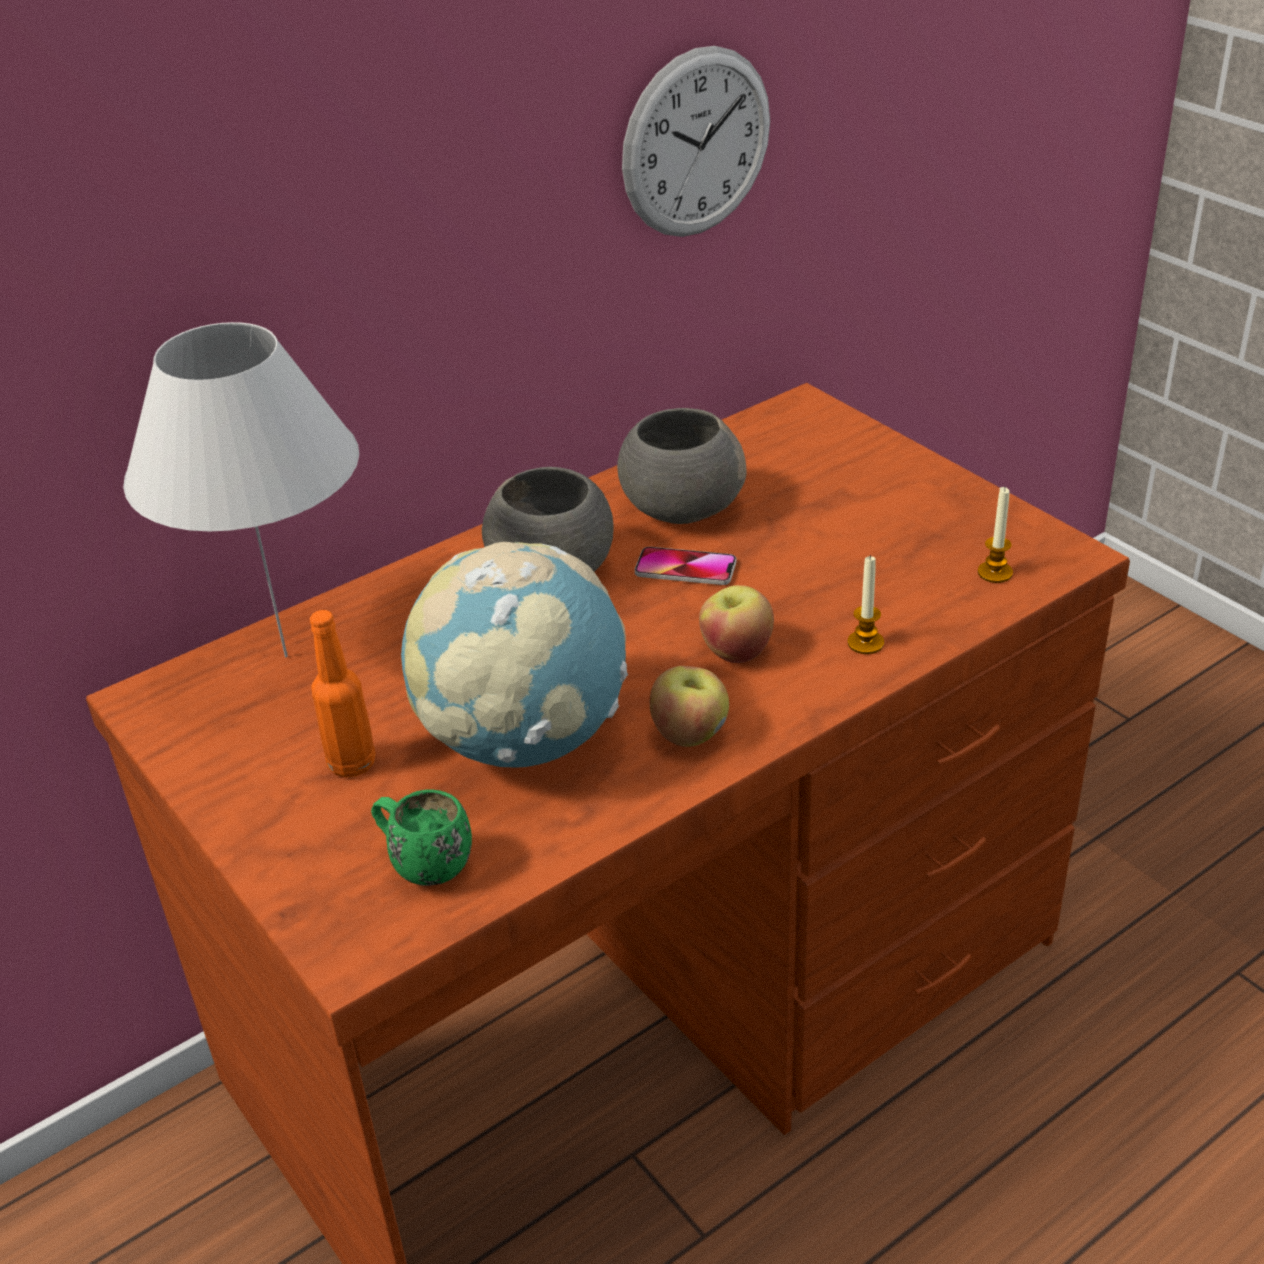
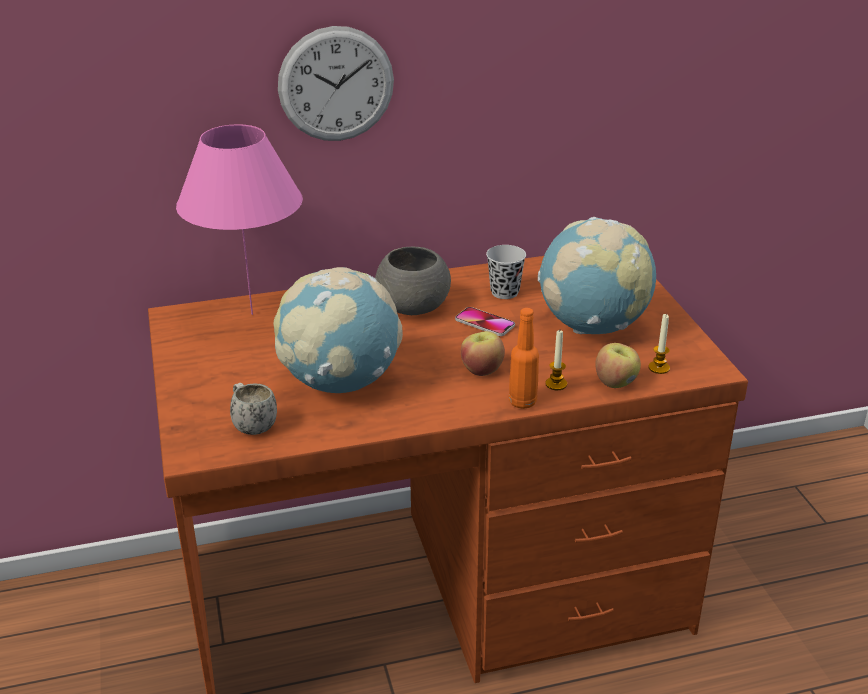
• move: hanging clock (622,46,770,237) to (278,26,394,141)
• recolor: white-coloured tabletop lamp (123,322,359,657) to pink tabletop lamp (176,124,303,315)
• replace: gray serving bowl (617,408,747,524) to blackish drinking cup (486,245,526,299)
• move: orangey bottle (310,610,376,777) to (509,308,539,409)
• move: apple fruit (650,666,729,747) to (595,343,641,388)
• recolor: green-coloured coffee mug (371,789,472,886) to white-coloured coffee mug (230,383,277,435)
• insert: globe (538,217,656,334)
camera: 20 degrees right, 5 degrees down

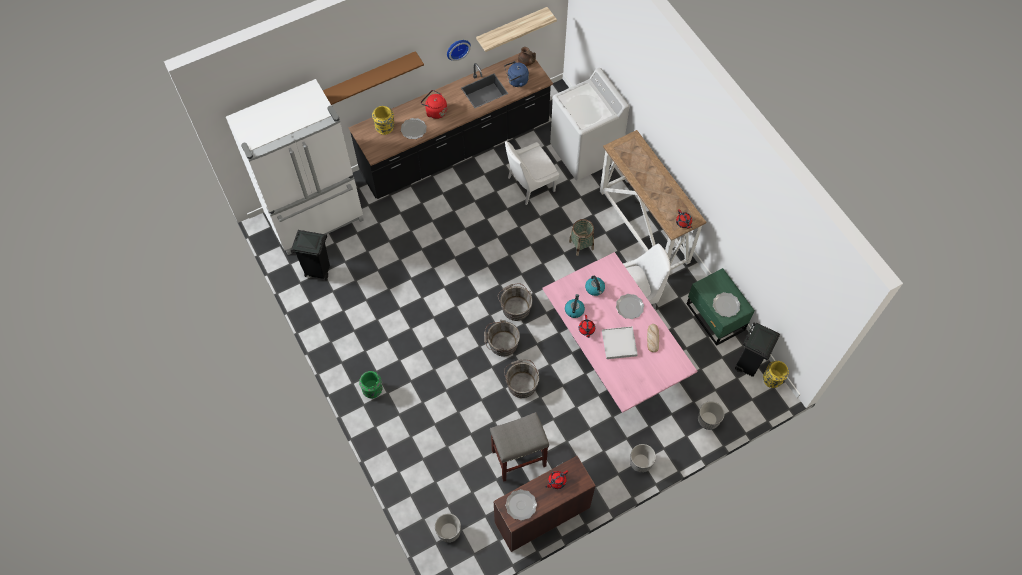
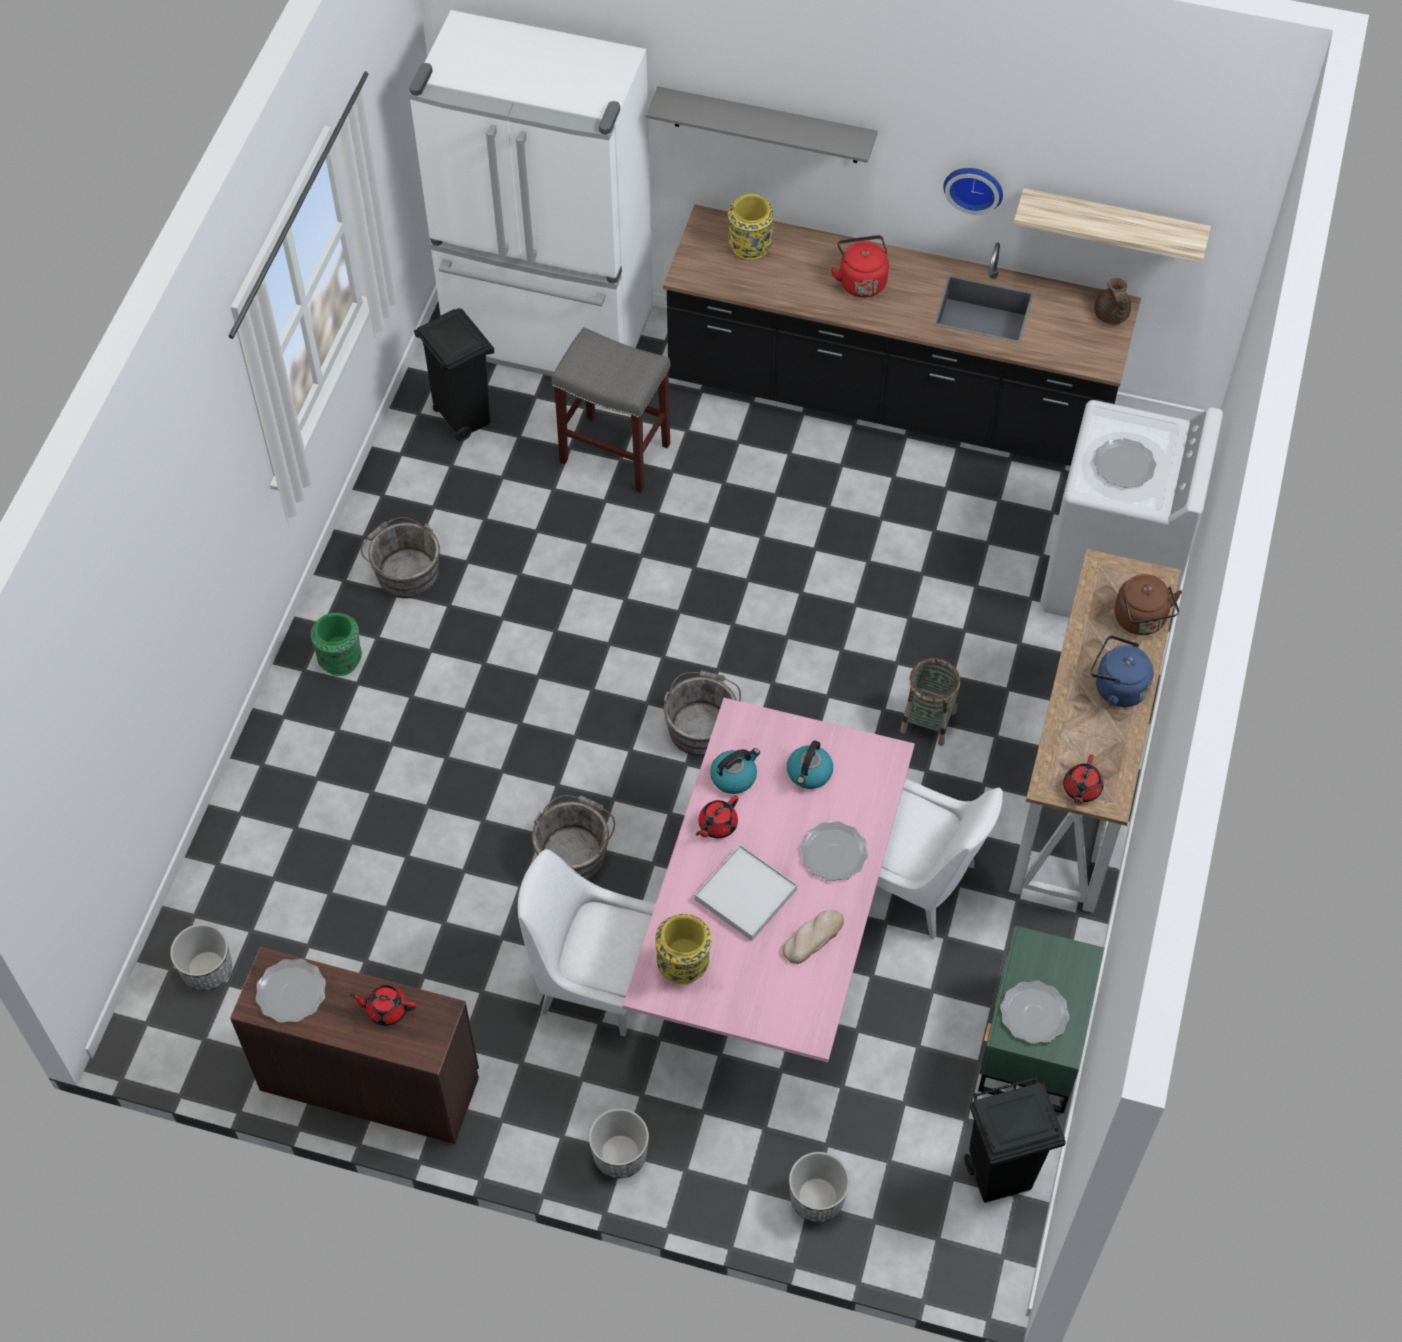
• recolor: brown wall shelf (323,51,424,105) to gray wall shelf (646,86,878,163)
• move: bluish tea kettle (504,61,529,87) to (1090,635,1154,707)
• move: plate (401,118,427,139) to (1093,438,1157,488)
• move: white-coloured plain chair (505,141,559,205) to (518,849,656,1037)
• move: gray pail (484,320,520,356) to (361,517,440,599)
• move: yellow flower vase (763,361,789,388) to (655,914,712,984)
• move: gray stool (490,412,549,482) to (552,327,670,493)
• insert: brown tea kettle (1115,574,1182,635)
camera: 45 degrees right, 5 degrees down

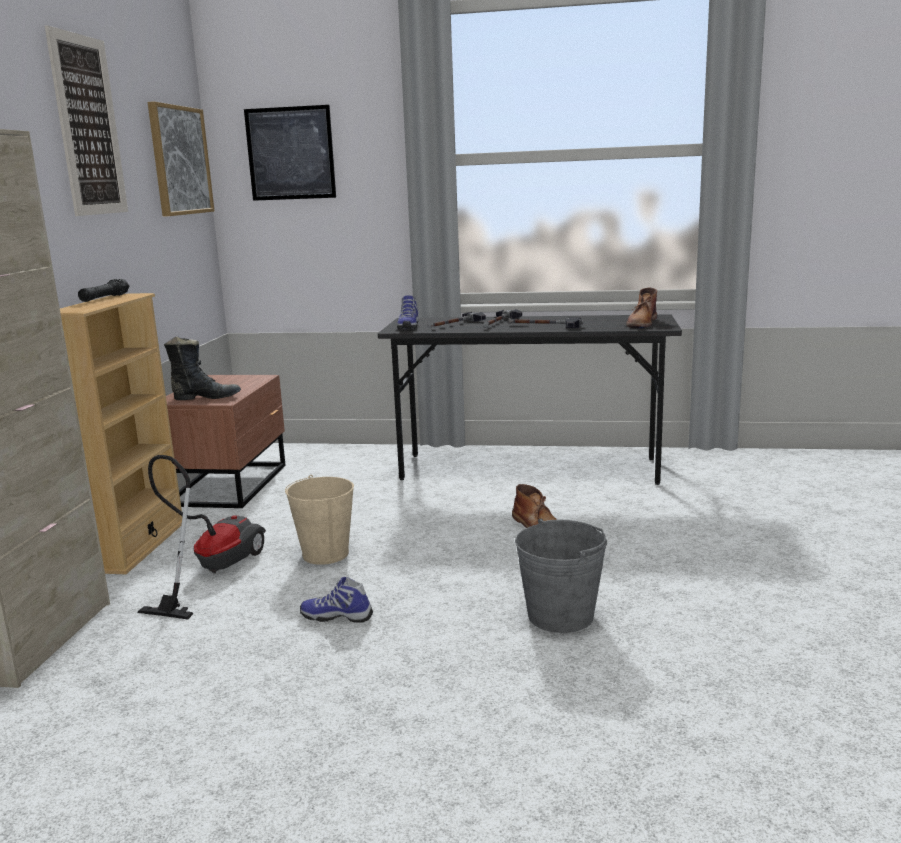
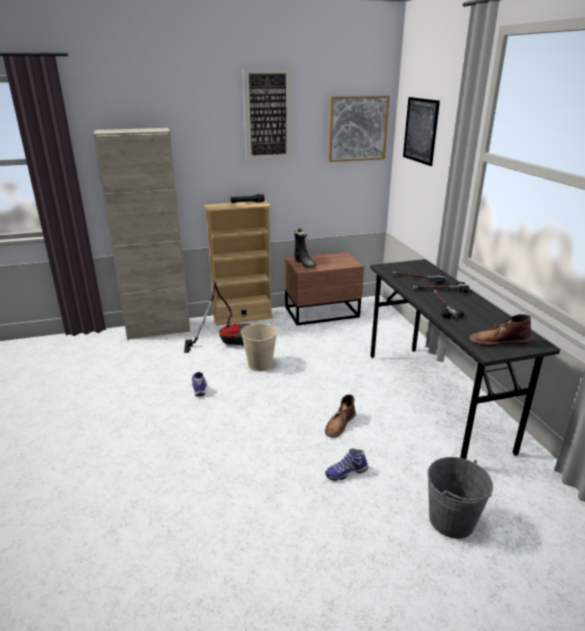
• move: item of footwear (397,295,418,329) to (325,449,368,481)
• move: gray pail (515,518,607,633) to (428,457,493,539)
camera: 65 degrees right, 10 degrees up

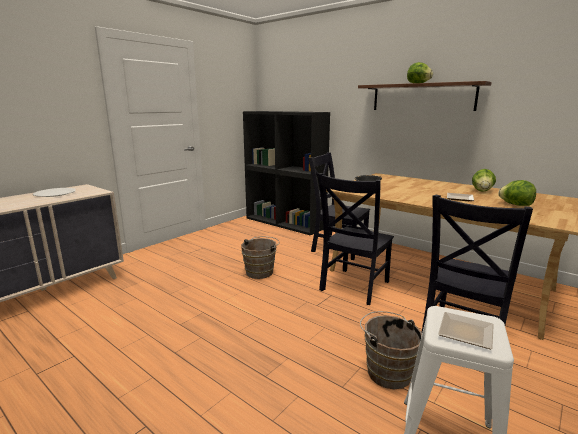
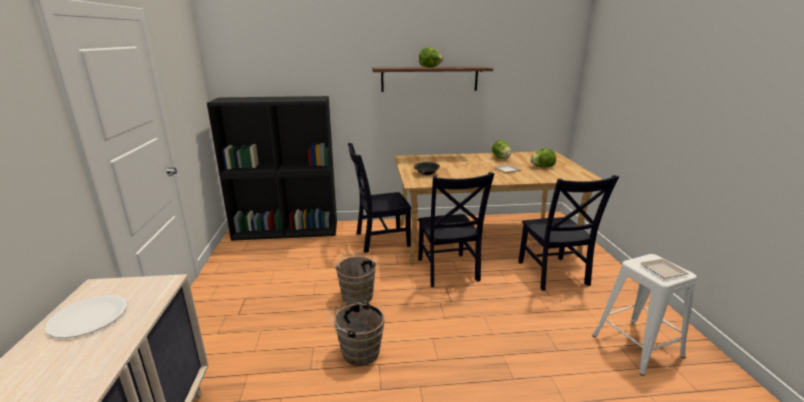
• move: brown pail (360,311,422,389) to (329,301,385,366)
camera: 45 degrees left, 5 degrees up

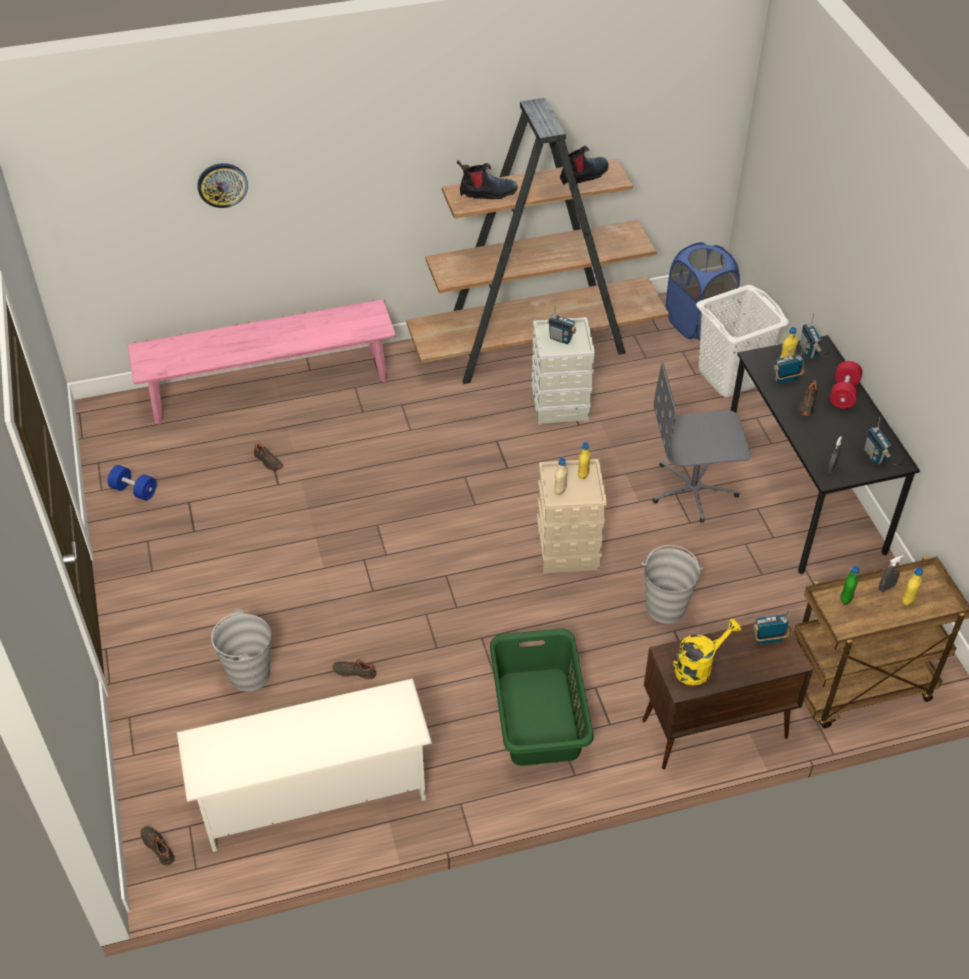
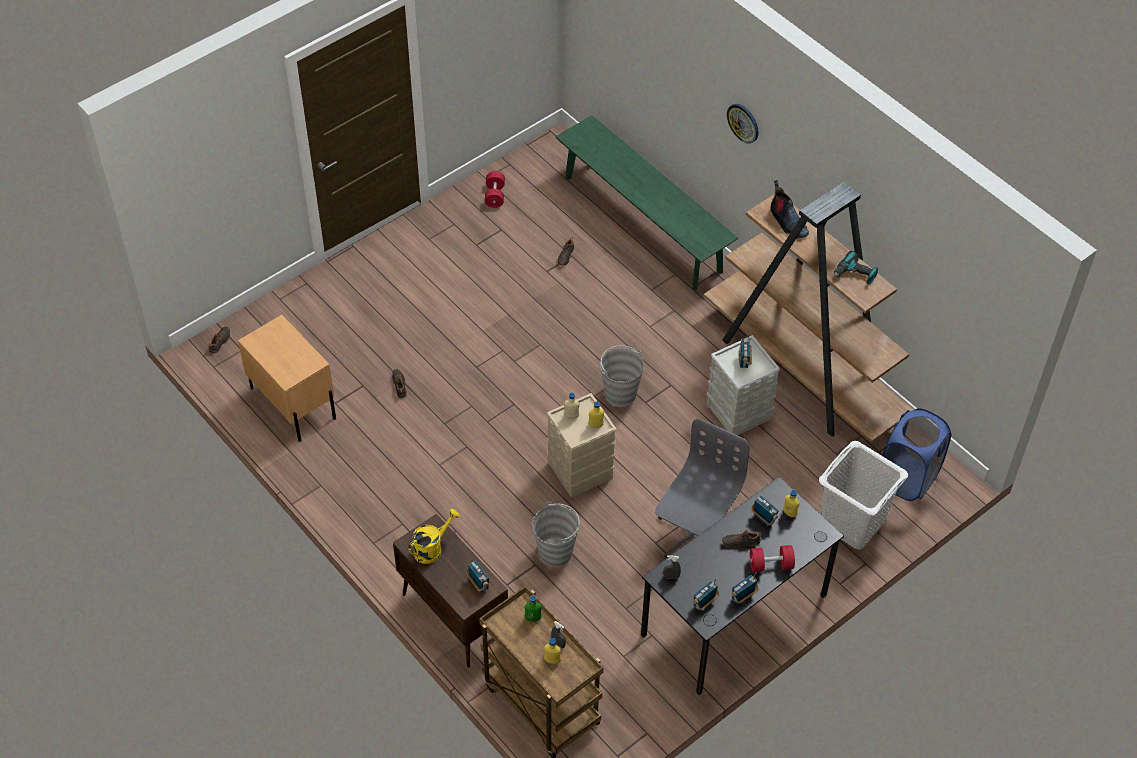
• replace: high-top boot (560,146,609,185) to drill (834,251,878,285)
• move: hanging clock (197,163,248,208) to (727,104,759,144)
• recolor: pink indoor bench (127,299,396,425) to green-coloured indoor bench (556,115,738,291)
• move: radio set (800,313,822,358) to (732,572,759,605)
• rotate: gray computer chair (653,362,751,523) = (655,418,749,558) 60 degrees clockwise
• recolor: bluish dumbbell (108,465,157,501) to reddish dumbbell (485,171,505,208)
• move: gray pail (211,609,271,692) to (600,345,644,407)
• rotate: yellow watering pot (673,619,741,686) = (408,509,460,564) 75 degrees counterclockwise
• delete: green-coloured washing basket (490,628,594,766)
• replace: white-coloured shoe stand (177,678,432,852) to beige-coloured bedside table (238,315,336,442)
camera: 65 degrees right, 5 degrees up

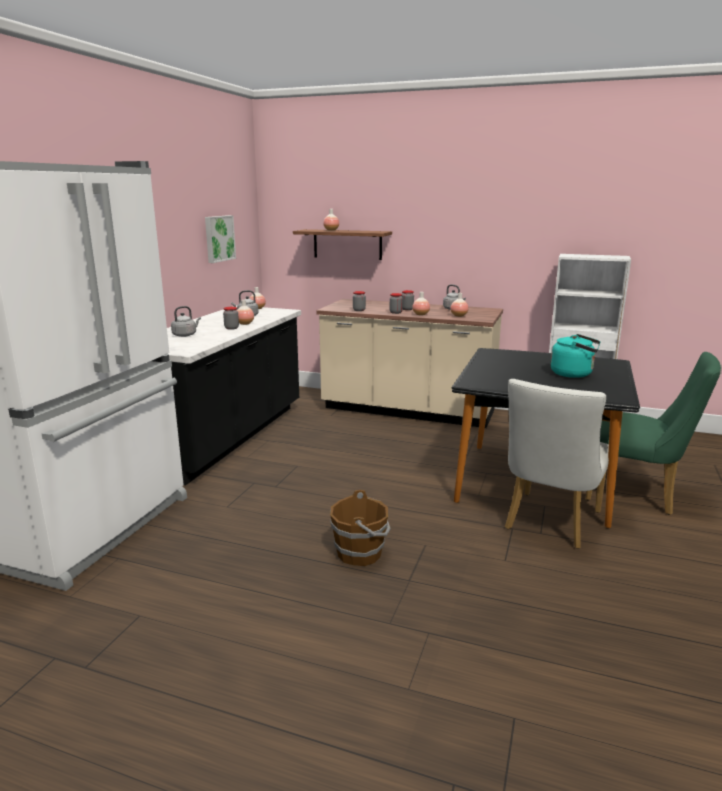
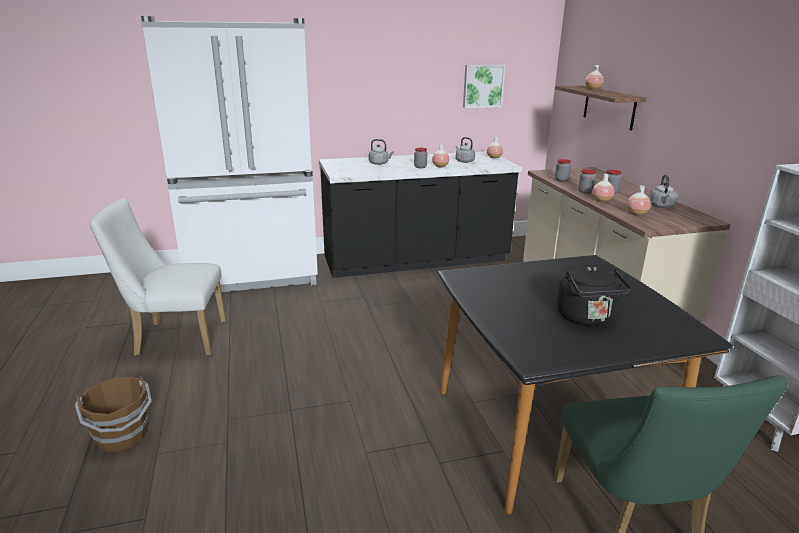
• recolor: turquoise-coloured tea kettle (551,334,600,378) to blackish tea kettle (557,265,631,326)
• move: white-coloured plain chair (505,379,609,549) to (89,198,226,356)
• move: brown pail (330,490,391,566) to (75,376,152,452)
camera: 55 degrees right, 5 degrees up

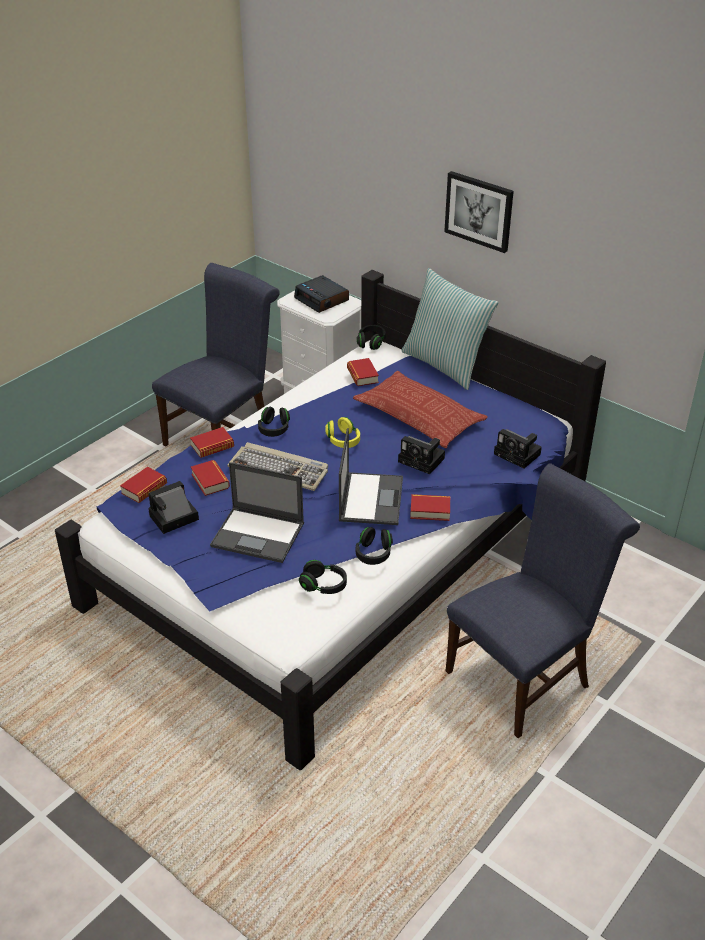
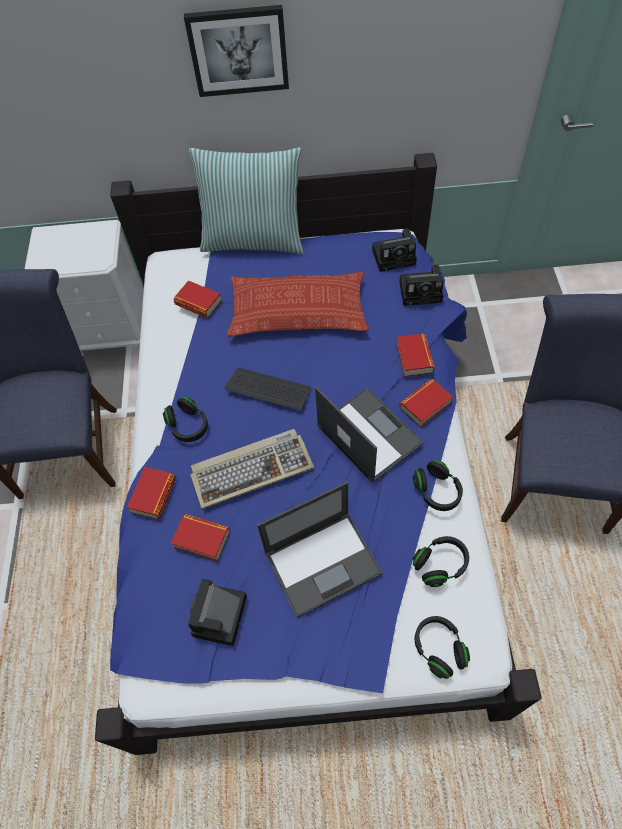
• delete: alarm clock (294,275,349,313)
• move: blackish headset (357,325,386,350) to (415,616,470,679)
• replace: yellow headset (325,417,360,448) to computer keyboard (225,368,311,410)
• move: still camera (398,436,445,474) to (372,229,417,272)
• move: book (120,467,167,503) to (396,333,435,377)
camera: 40 degrees left, 20 degrees up

